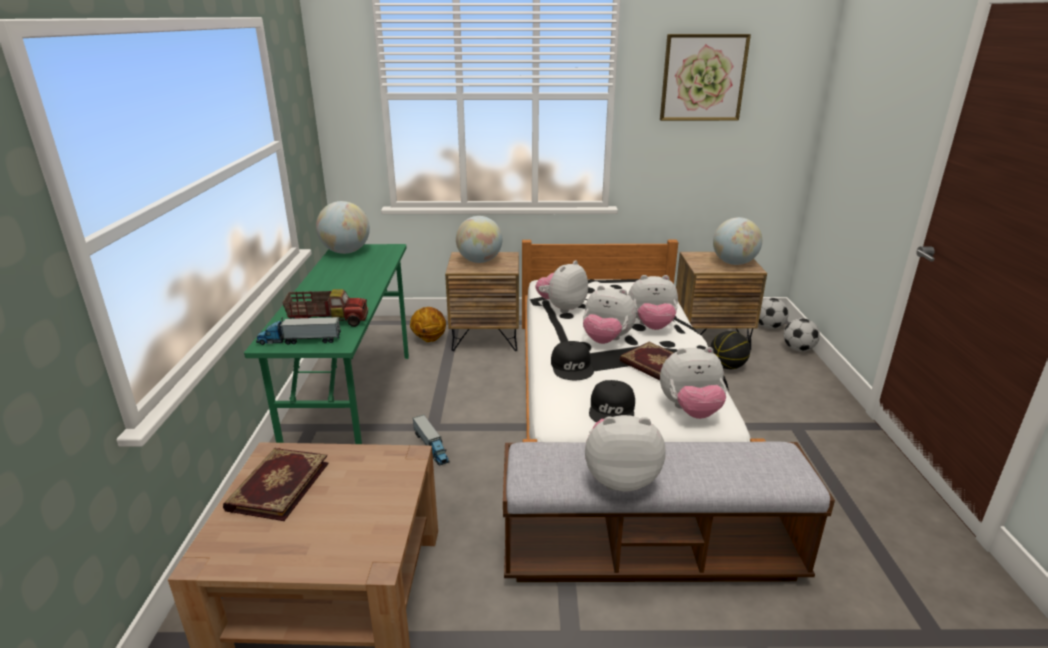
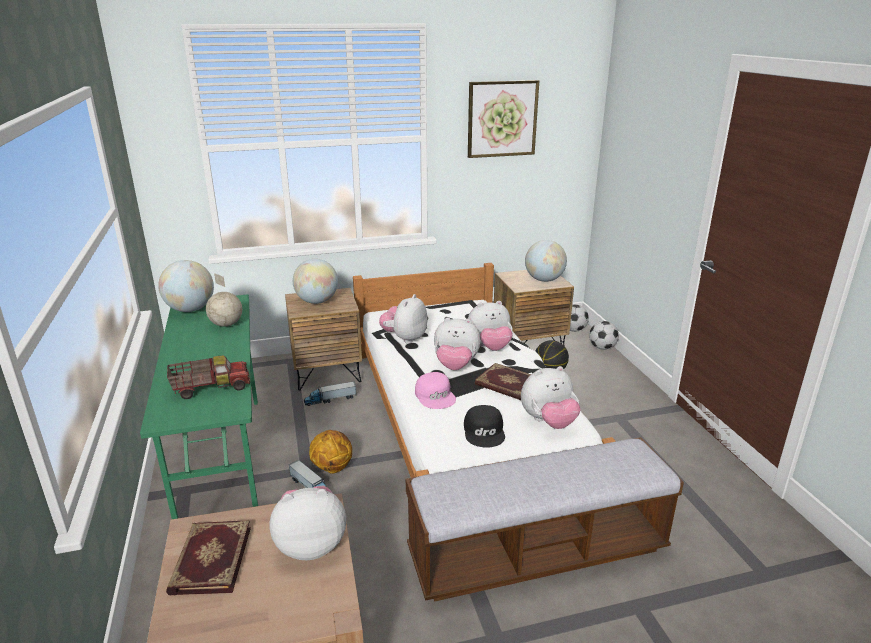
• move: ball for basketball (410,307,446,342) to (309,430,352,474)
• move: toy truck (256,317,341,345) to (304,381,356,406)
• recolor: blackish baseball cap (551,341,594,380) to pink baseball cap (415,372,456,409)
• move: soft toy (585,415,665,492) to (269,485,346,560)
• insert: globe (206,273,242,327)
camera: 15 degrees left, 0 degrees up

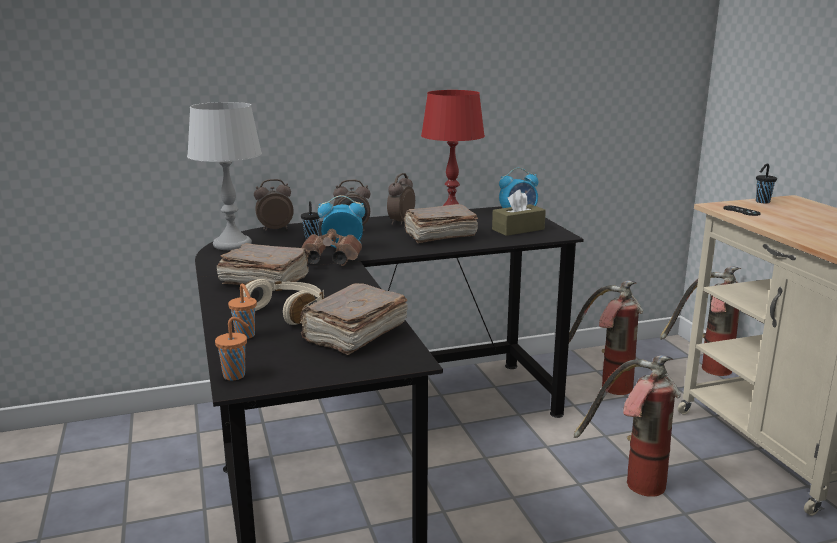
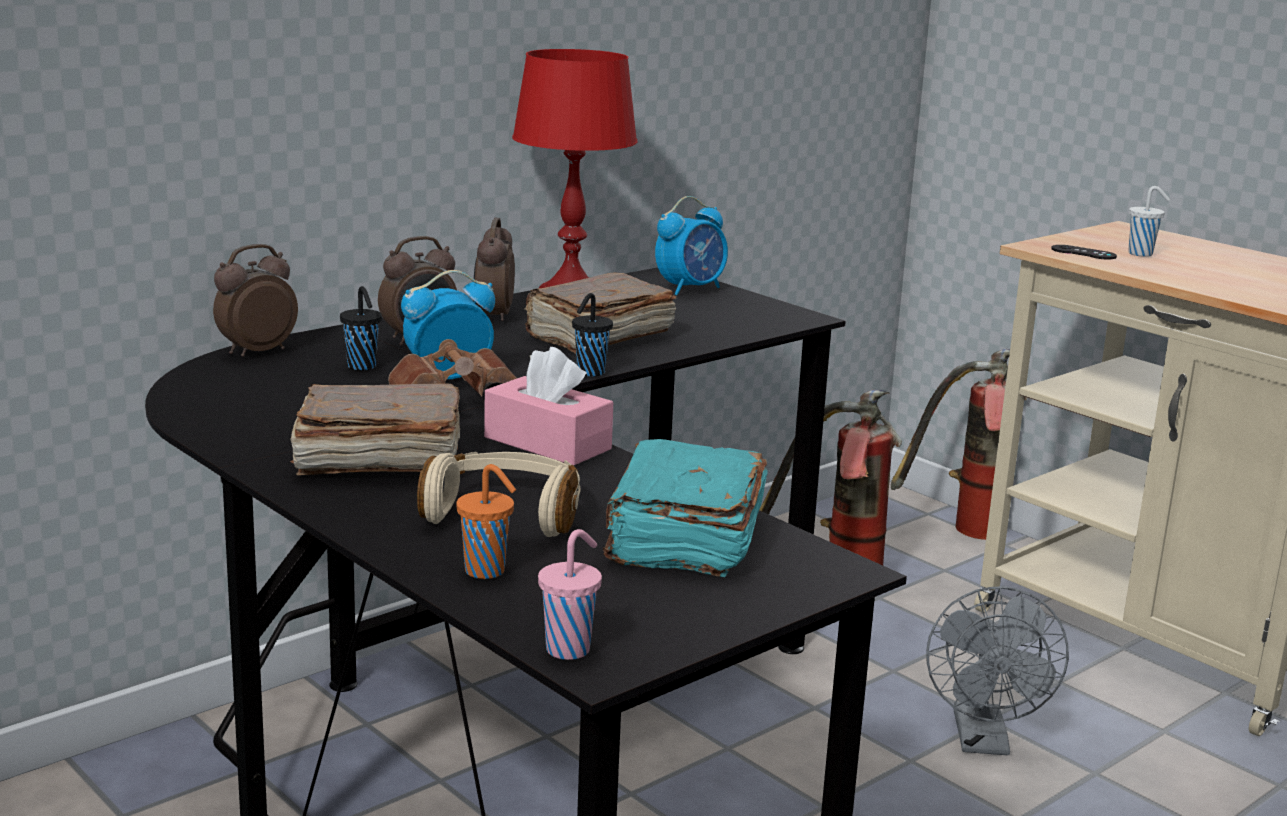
• delete: gray tabletop lamp (187,102,262,250)
• move: blackish drinking cup (756,163,777,203) to (572,293,613,376)
• delete: brown box of tissues (492,190,546,236)
• recolor: brown book (300,283,408,355) to turquoise-coloured book (603,439,768,577)
• recolor: orangey drinking cup (215,317,249,381) to pink drinking cup (538,529,602,660)
• replace: fire extinguisher (574,355,681,497) to gray electric fan (926,586,1069,755)
• insert: white-coloured drinking cup (1128,186,1170,257)
• insert: pink box of tissues (484,347,613,466)
camera: 25 degrees left, 0 degrees up

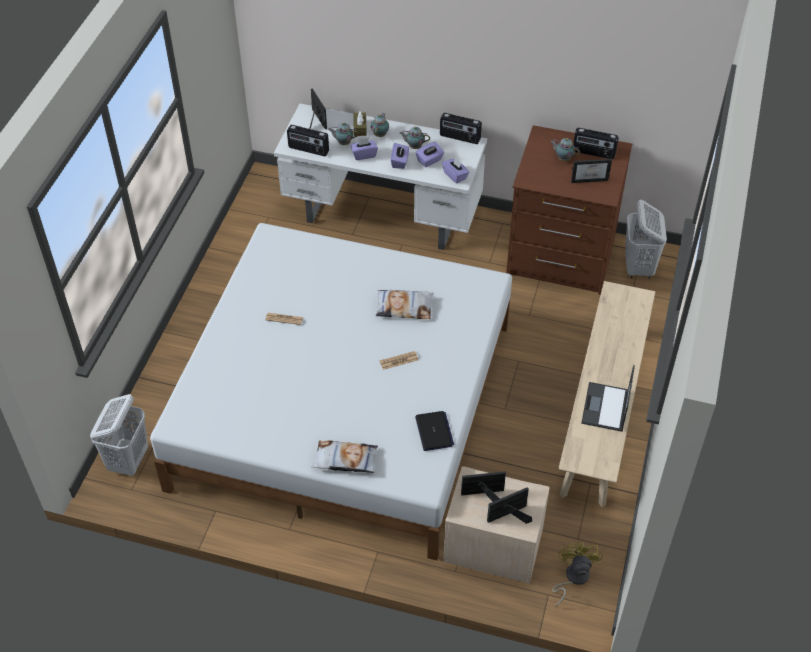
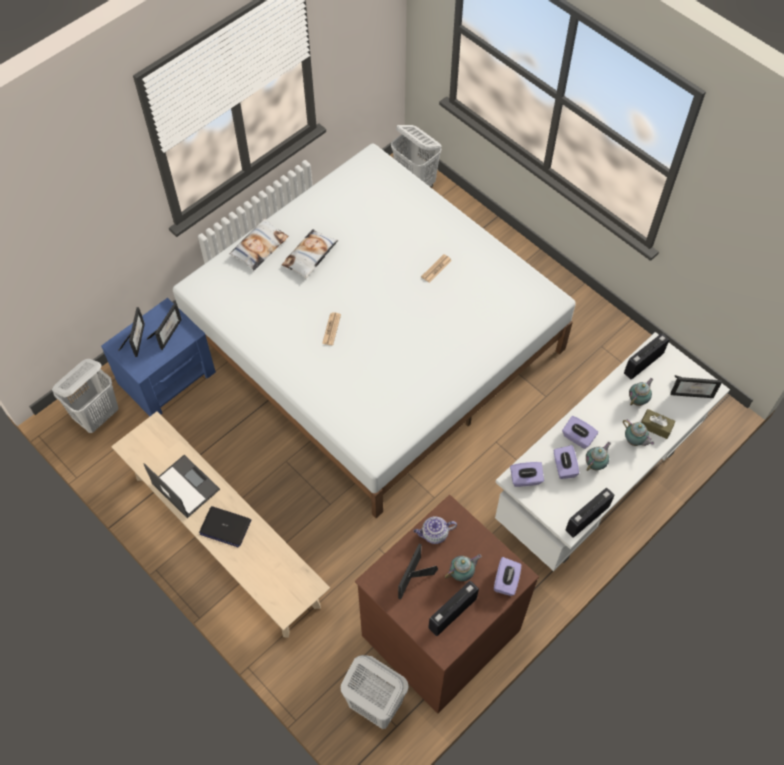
• move: purple box of tissues (350,138,378,160) to (494,557,521,596)
• move: pillow (376,290,434,319) to (282,229,338,279)
• move: notebook computer (415,411,454,451) to (199,506,251,547)
• recolor: beige-coloured bedside table (443,466,550,584) to bluish bedside table (101,298,216,416)
• replace: yellow electric fan (552,541,603,606) to white-coloured washing basket (52,359,119,433)
• insert: pot for tea (414,516,457,544)
camera: 120 degrees right, 10 degrees up

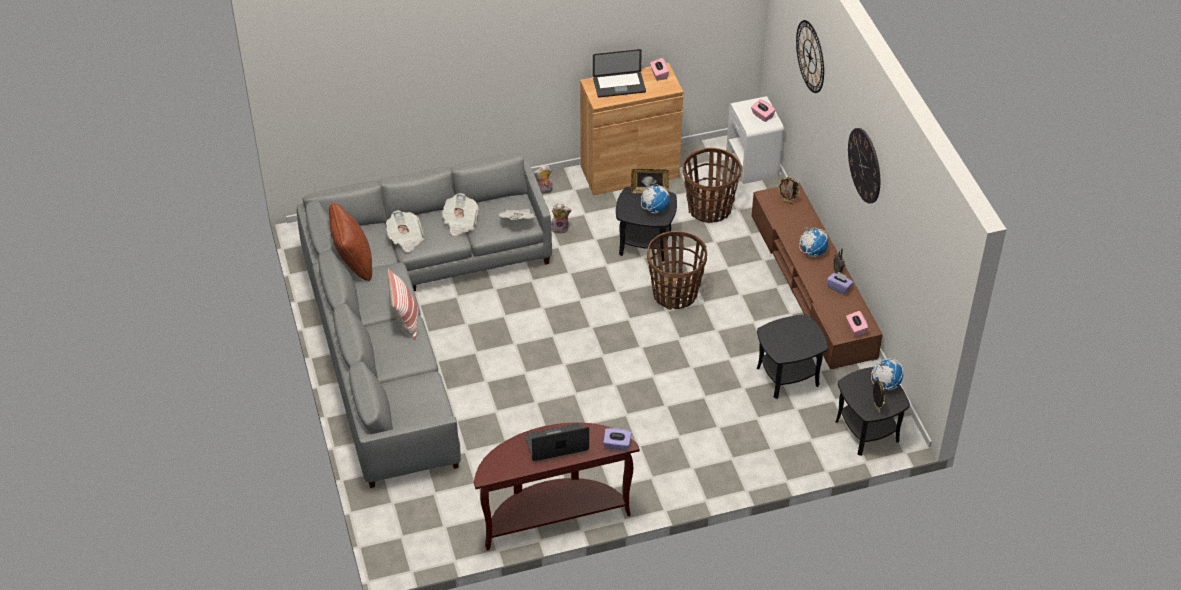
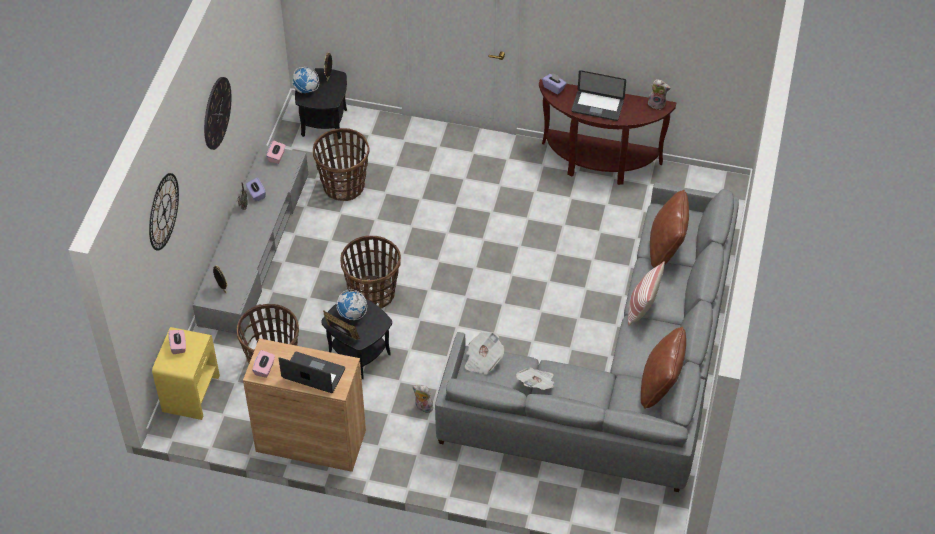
• recolor: white-coloured bedside table (726,96,784,184) to yellow bedside table (152,327,220,420)
• move: soft toy (533,165,553,194) to (648,79,671,110)
• recolor: brown media console (752,183,883,370) to gray media console (193,145,308,336)
• delete: printed paper (386,210,424,252)
• delete: globe (799,227,828,257)
• replace: blackish side table (757,315,828,399) to household basket (313,128,370,201)
• insert: brown pillow (650,190,689,268)
camera: 150 degrees left, 5 degrees up

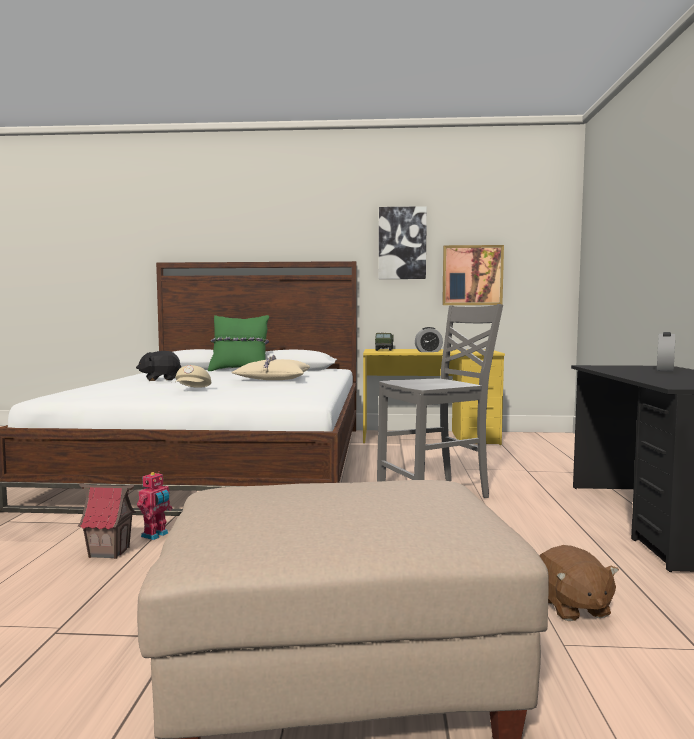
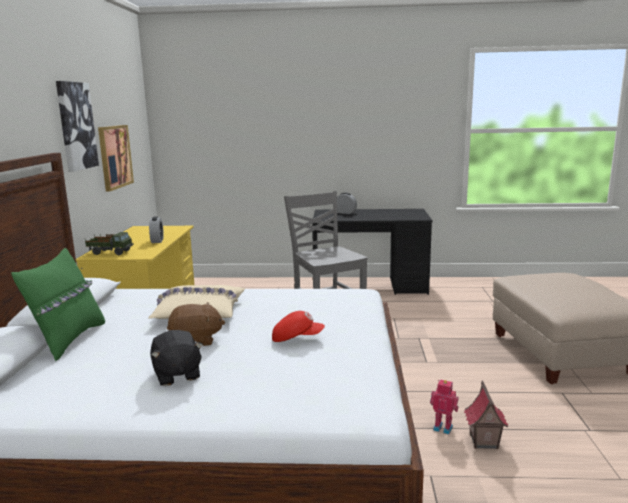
• recolor: beige-coloured baseball cap (175,365,211,388) to reddish baseball cap (272,311,325,342)
• move: brown soft toy (539,545,619,621) to (167,302,225,346)
camera: 90 degrees left, 10 degrees up

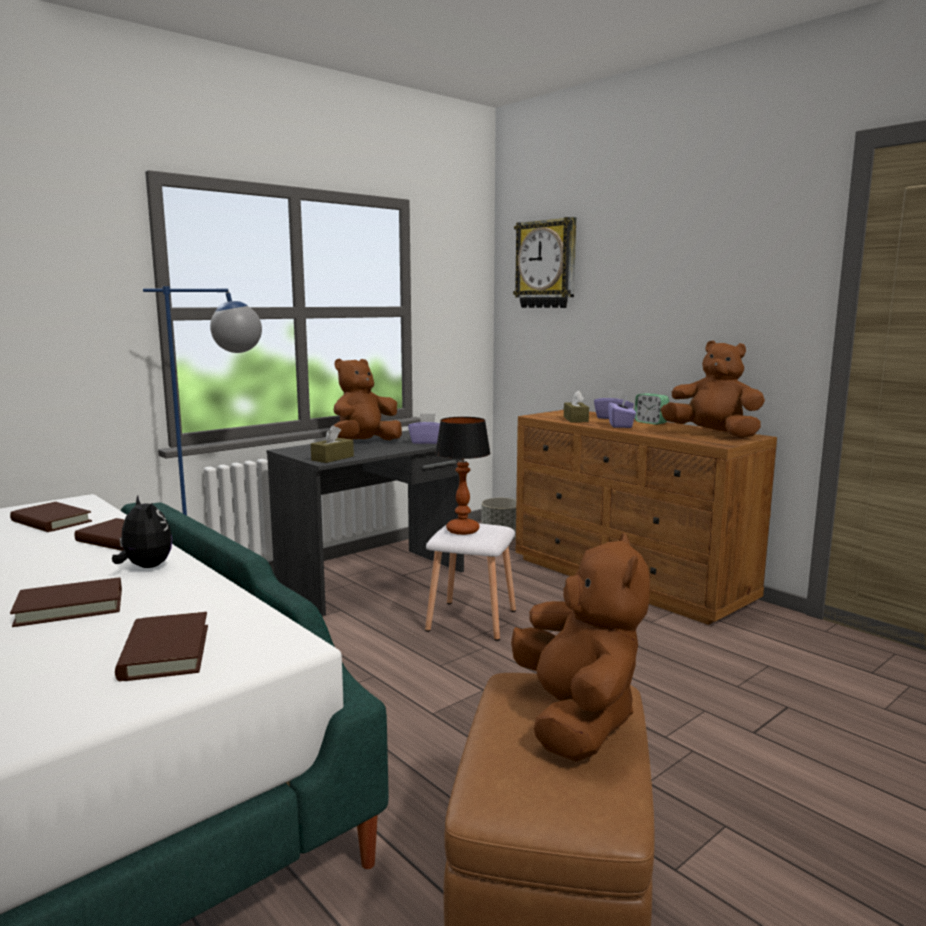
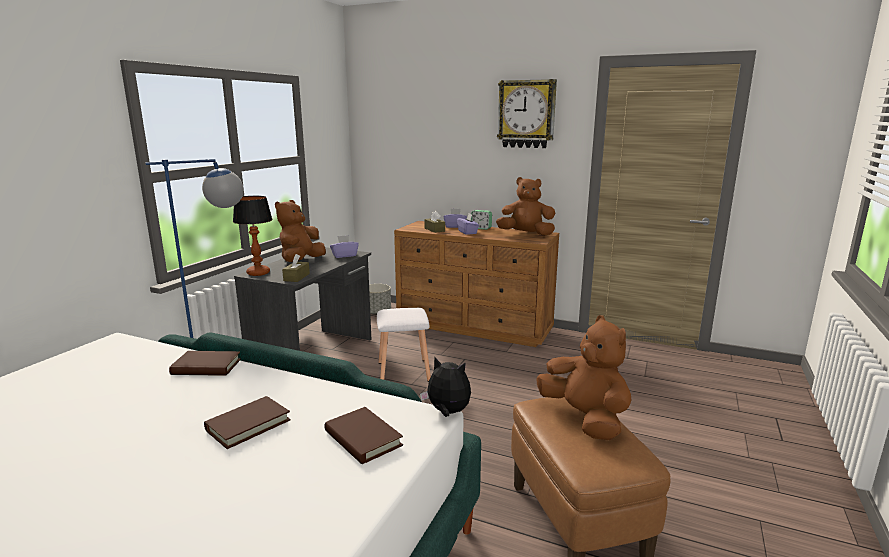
• move: hanging clock (513,217,576,308) to (497,79,557,148)
• move: tabletop lamp (435,417,491,535) to (233,196,273,276)
• move: soft toy (112,495,172,568) to (420,357,471,417)
• delete: brown book (10,502,92,532)
camera: 25 degrees left, 5 degrees up

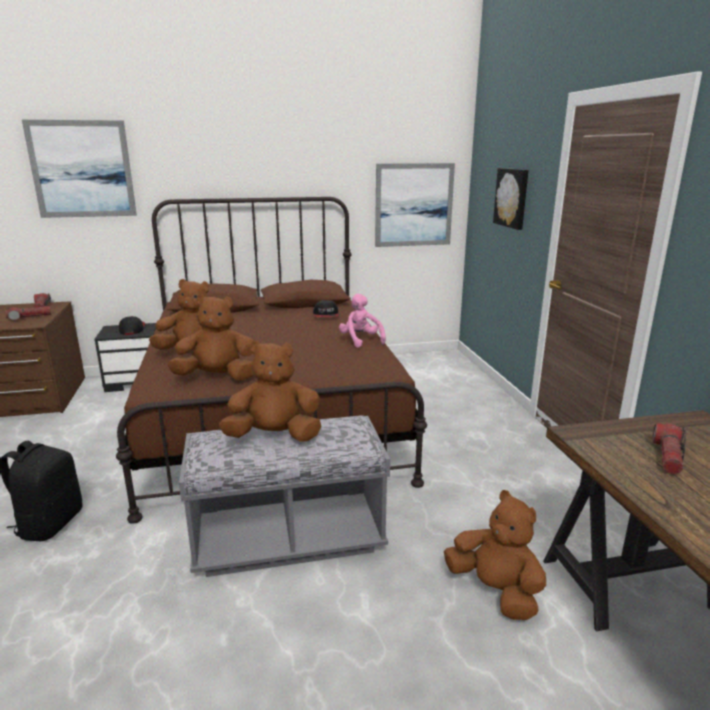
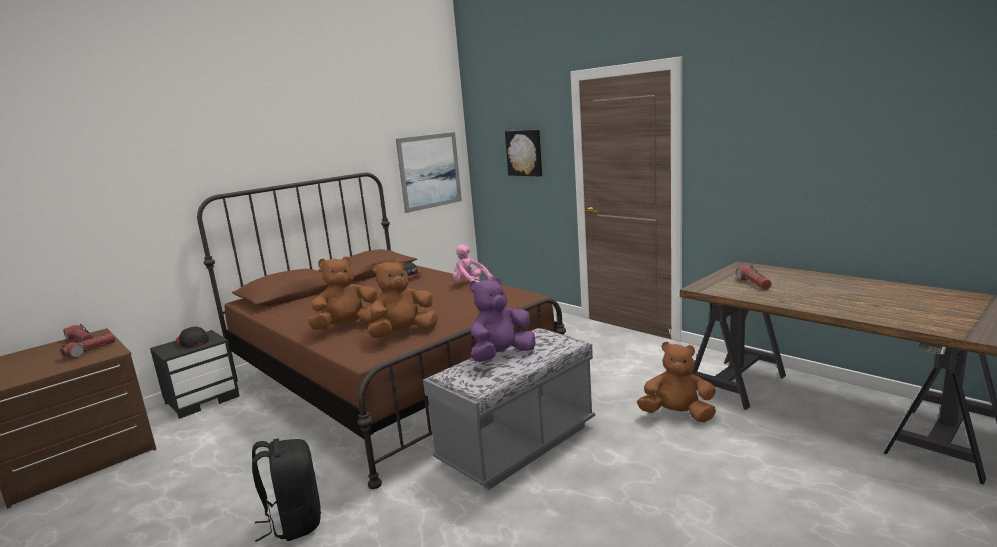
• delete: wall picture (22,120,137,218)
• recolor: brown soft toy (219,341,321,442) to purple soft toy (470,277,535,362)
camera: 30 degrees left, 5 degrees down

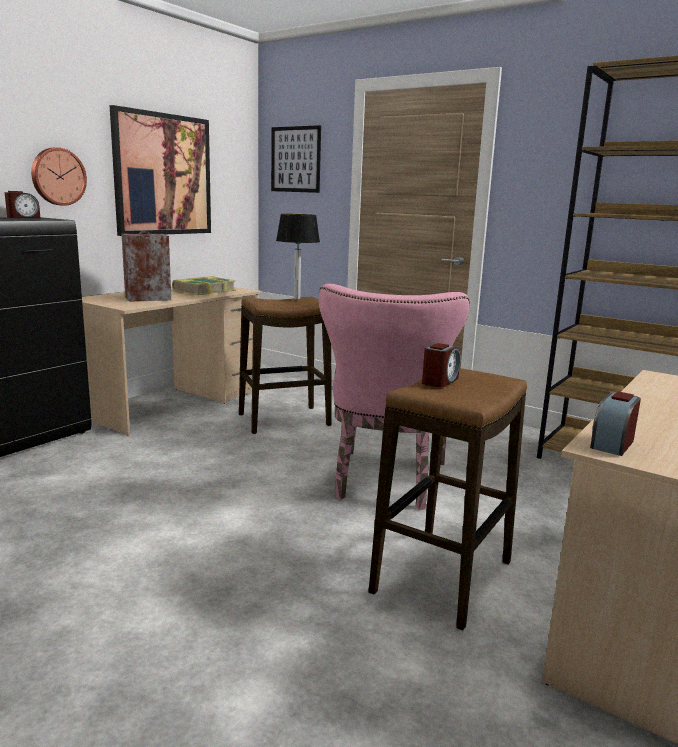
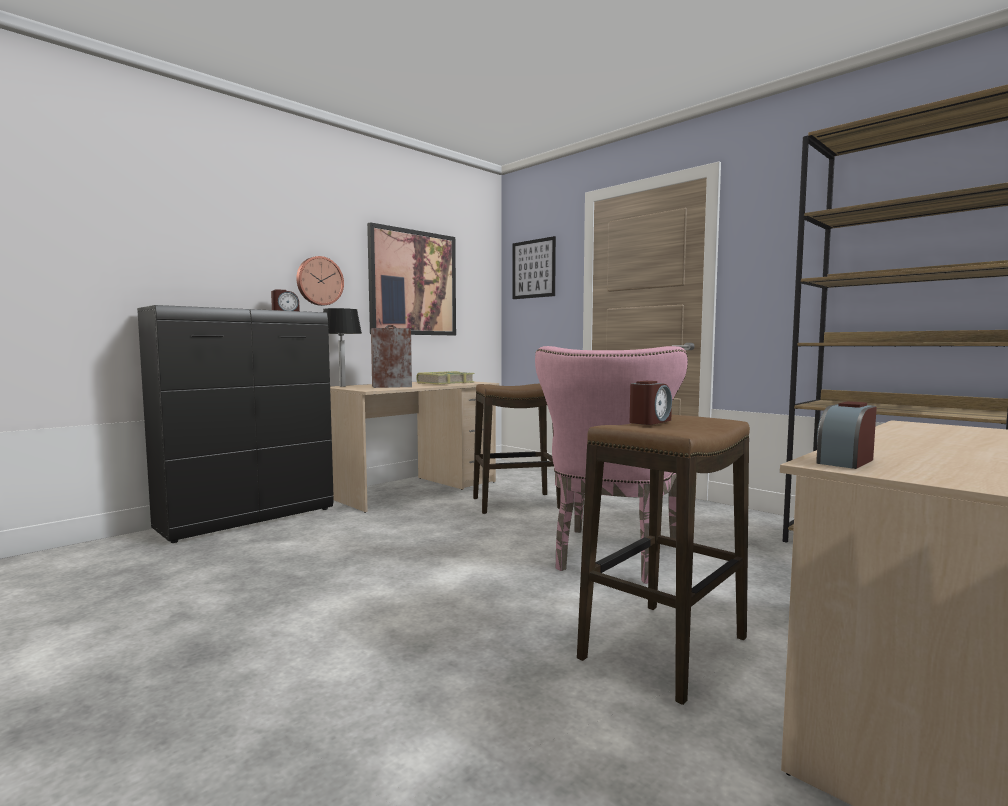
• move: tabletop lamp (276,214,320,299) to (323,308,362,387)
camera: 10 degrees right, 10 degrees down

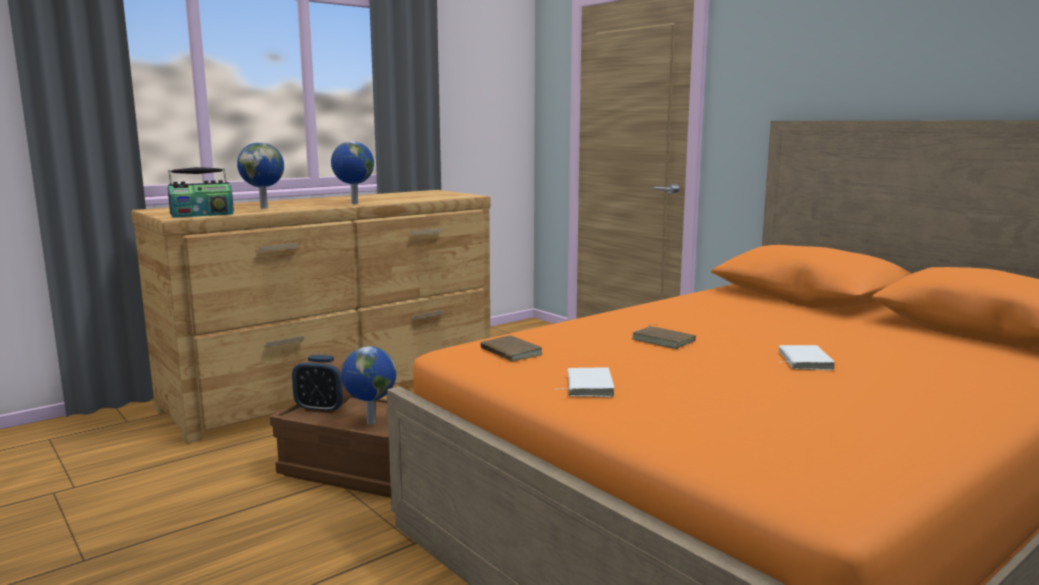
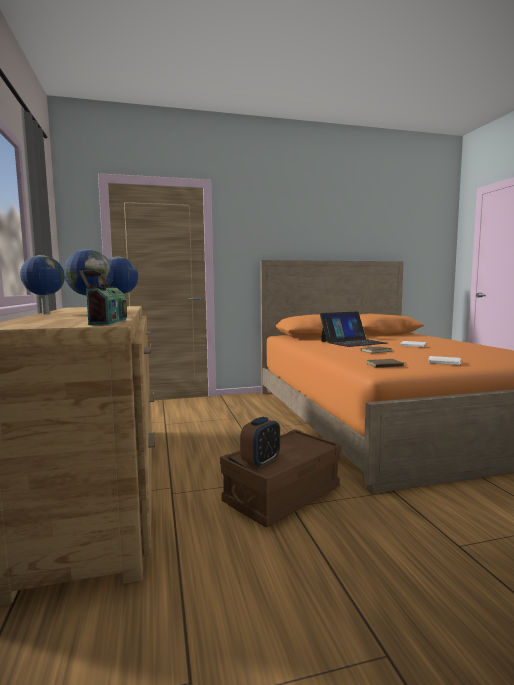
• move: globe (341,346,397,425) to (20,255,65,314)
• insert: notebook computer (320,311,387,347)
camera: 65 degrees left, 5 degrees down

